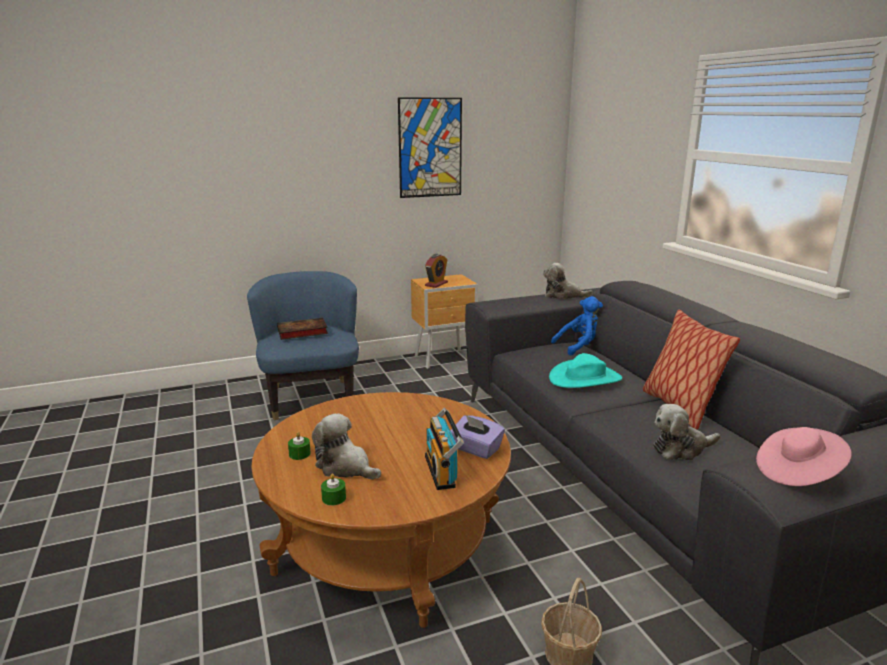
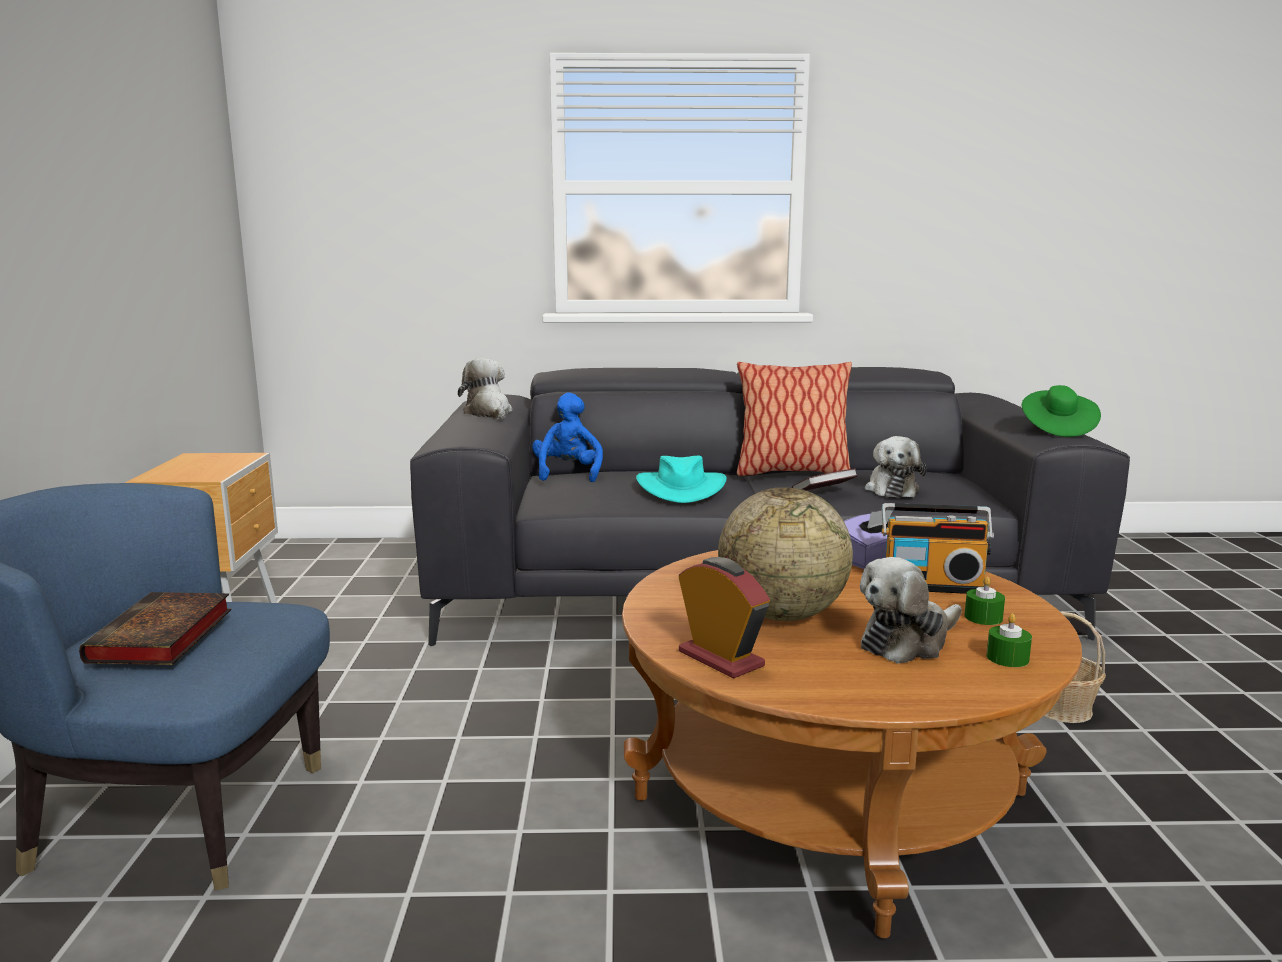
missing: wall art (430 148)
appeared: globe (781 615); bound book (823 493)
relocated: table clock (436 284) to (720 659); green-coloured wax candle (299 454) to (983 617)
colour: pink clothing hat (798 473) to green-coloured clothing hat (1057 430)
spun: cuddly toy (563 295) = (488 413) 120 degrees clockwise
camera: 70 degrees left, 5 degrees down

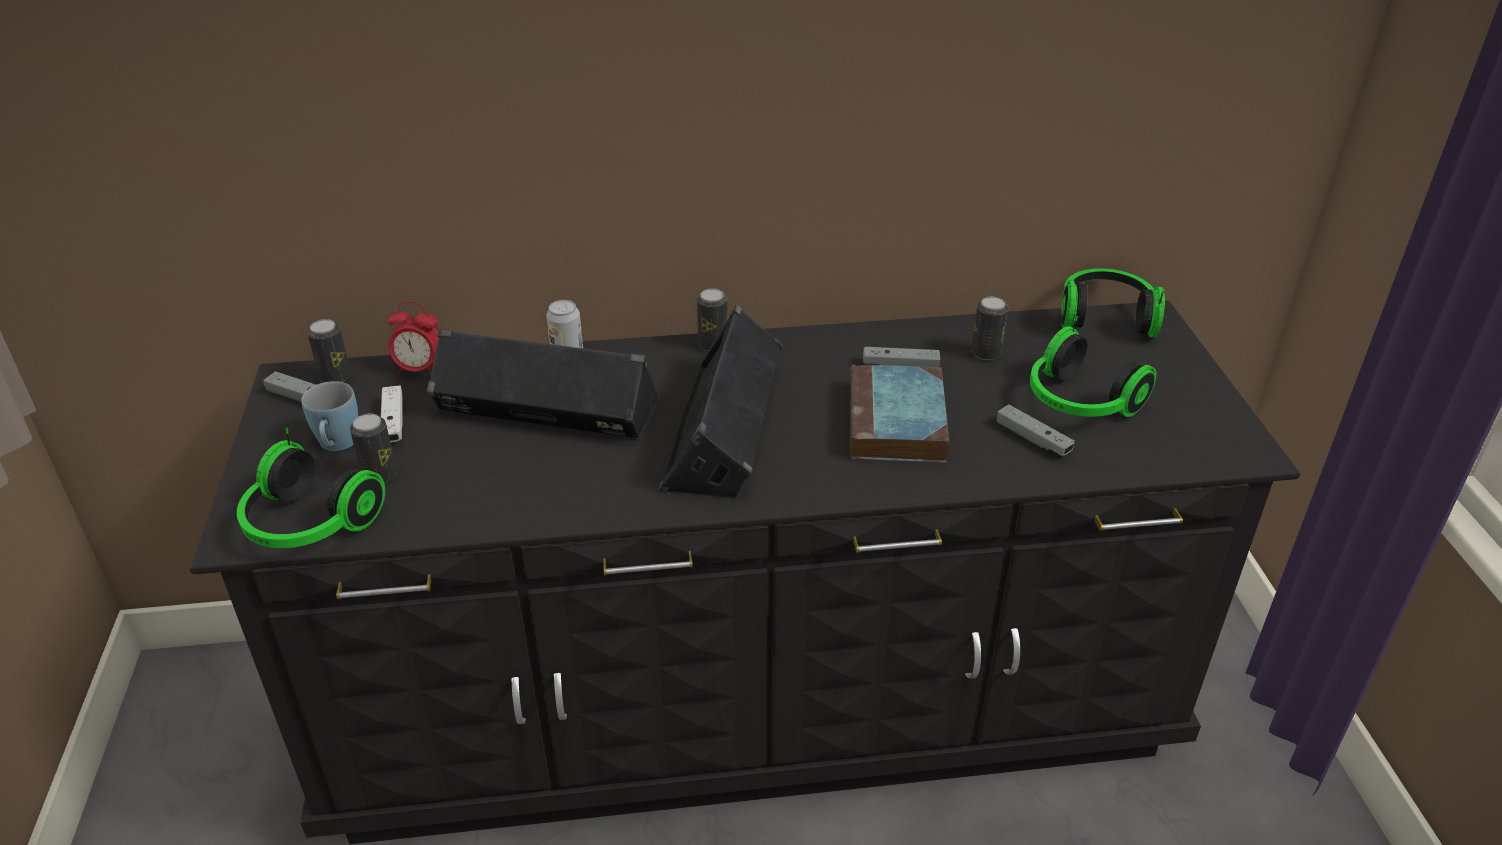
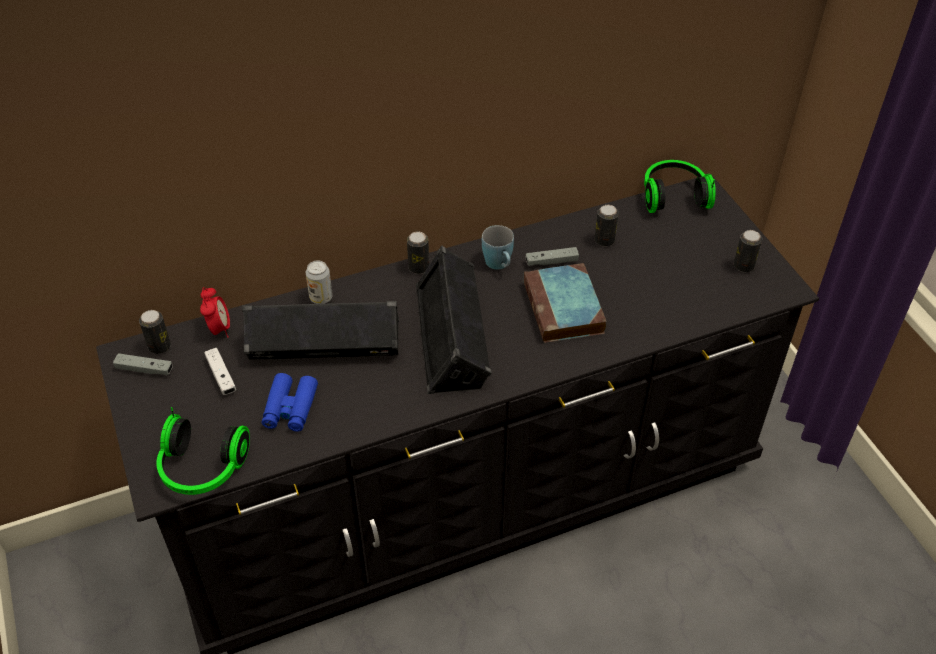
missing: greyish game controller (1033 439); headset (1078 403)
appeared: bluish binoculars (290 408)
relocated: bluish mug (337 446) to (499 265); can (380 475) to (743 266)
spun: table clock (420 370) = (219 329) 90 degrees counterclockwise
camera: 15 degrees left, 10 degrees up

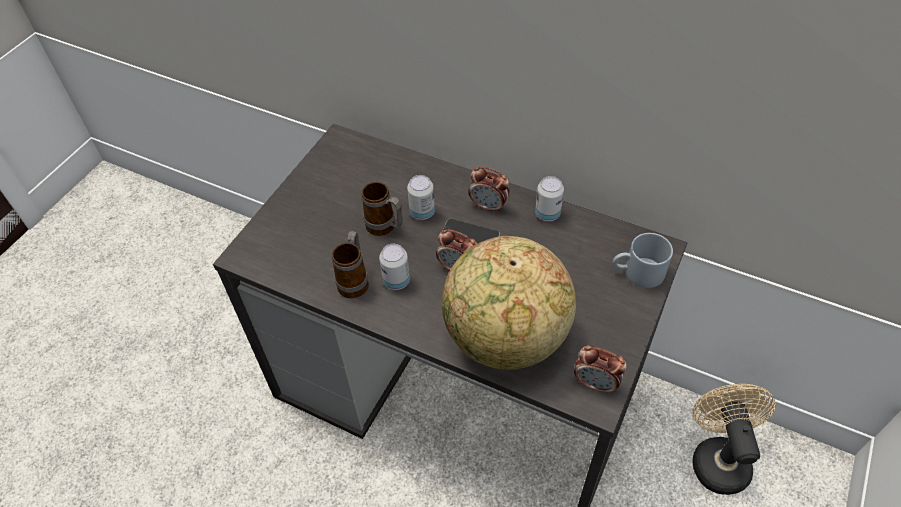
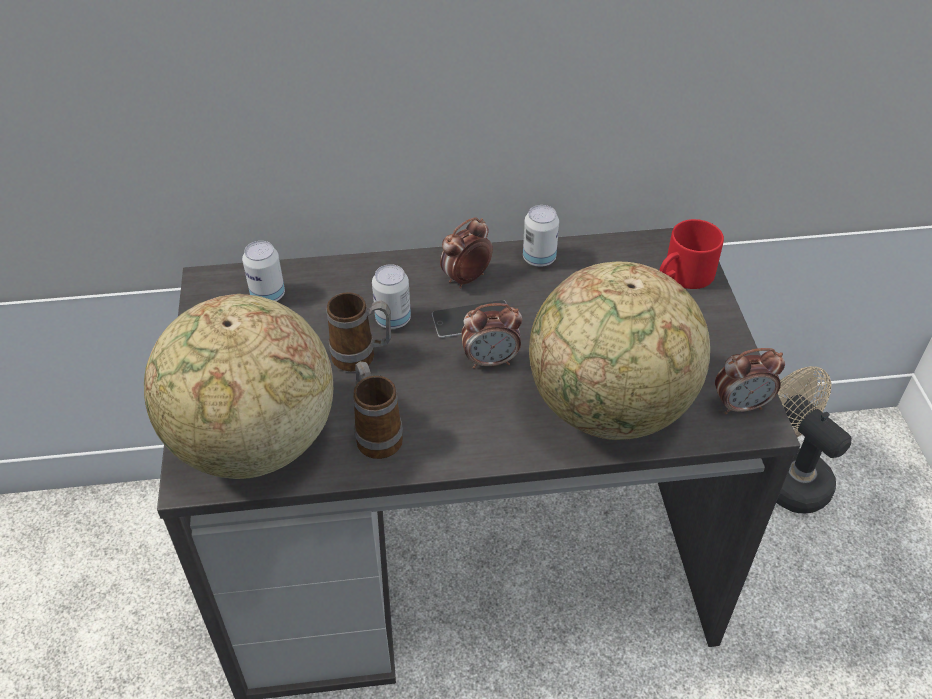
appeared: globe (253 443)
relocated: can (396 281) to (268 295)
colour: greyish mug (637 273) to red-coloured mug (683 276)
spun: table clock (488 206) = (466 279) 150 degrees clockwise
camera: 35 degrees left, 5 degrees down

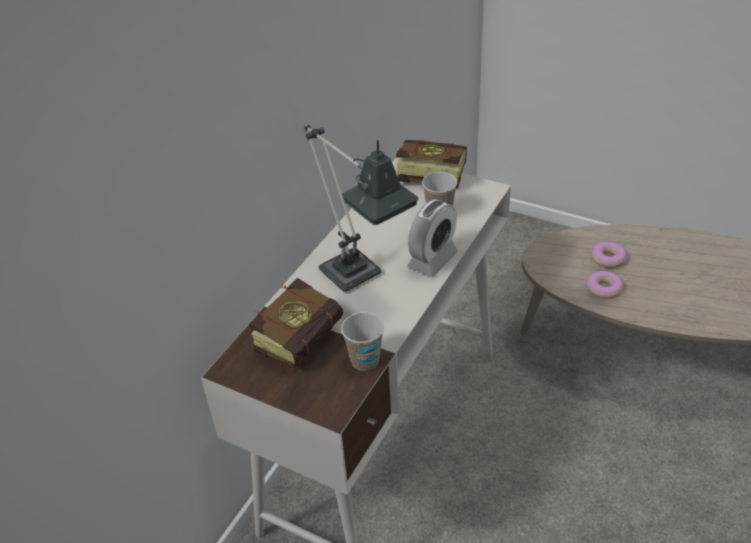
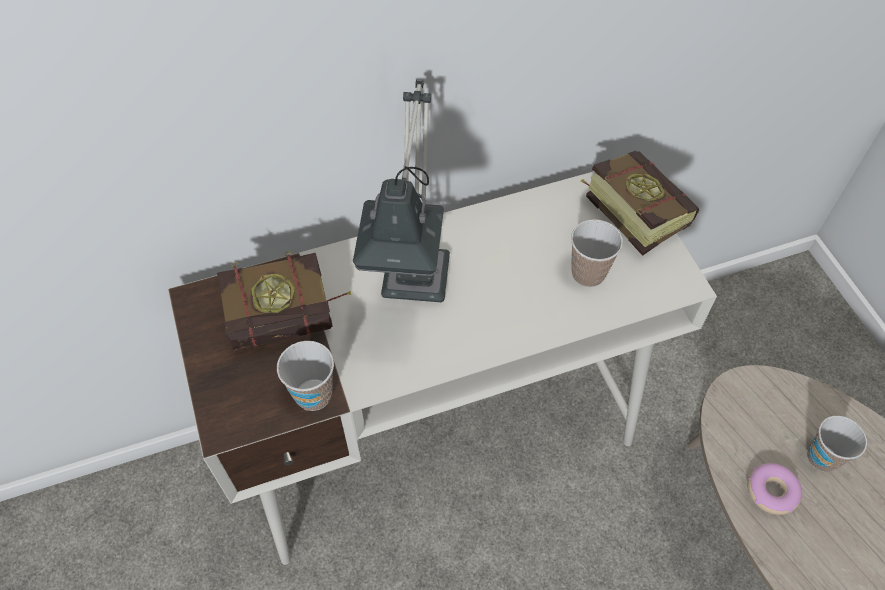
missing: table clock (432 260)
exchanged: doughnut (608 259) to small cup (822 458)
camera: 40 degrees right, 15 degrees up

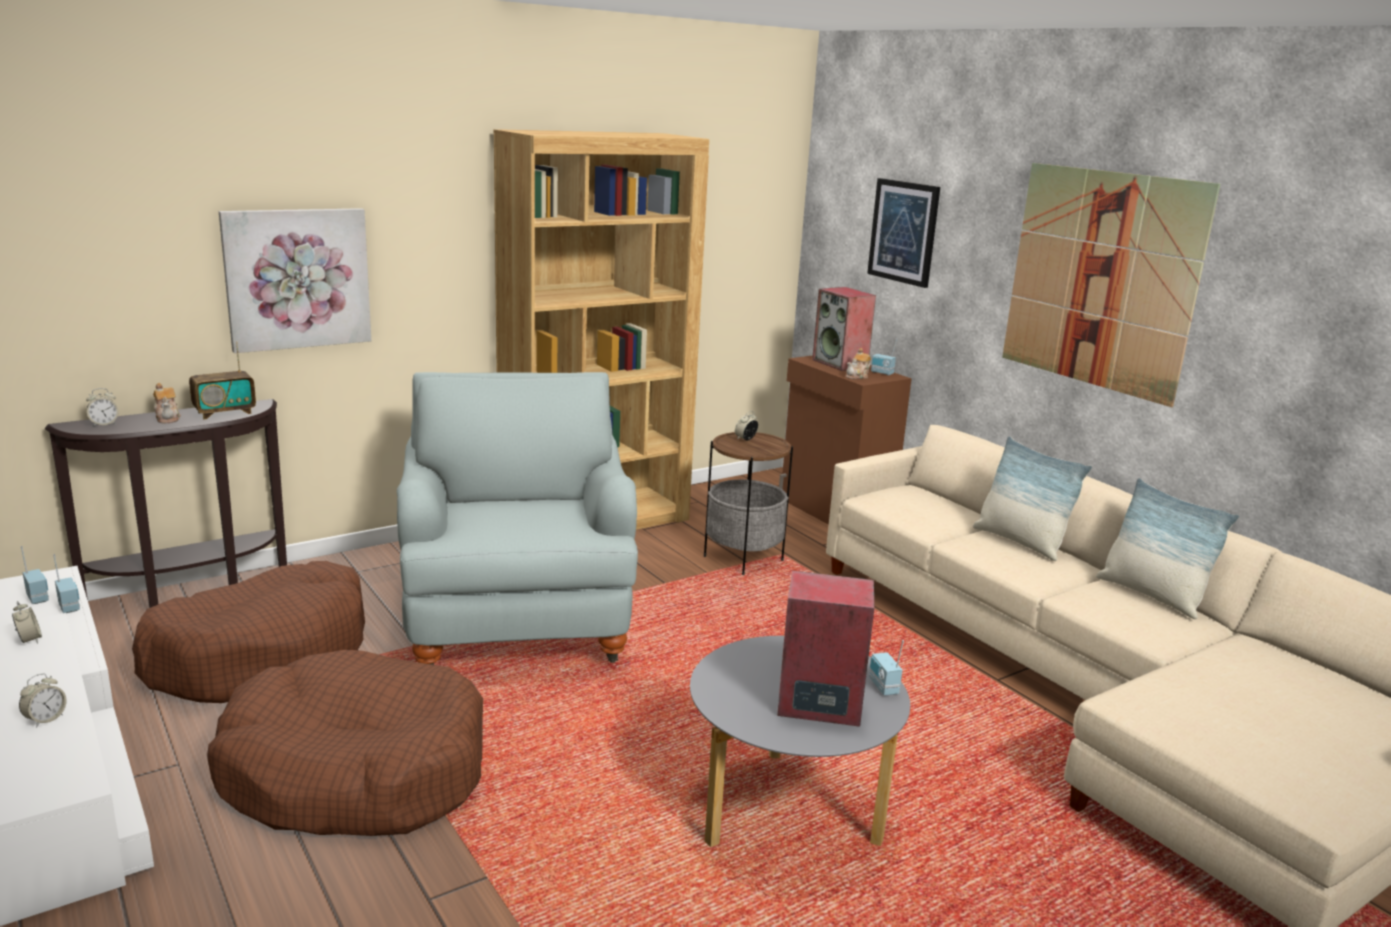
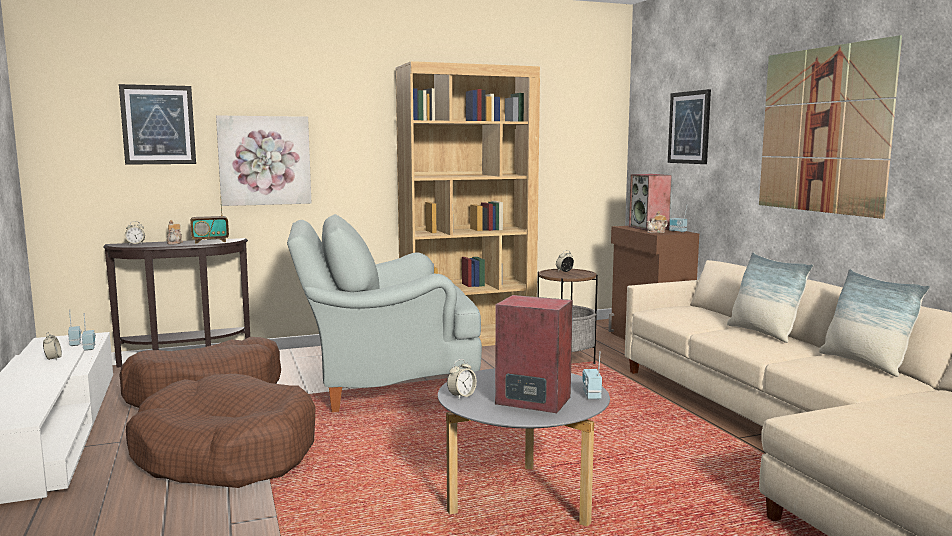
appeared: wall art (158 125)
relocated: table clock (45 719) to (461 396)
spun: greyish lounge chair (517 619) = (384 385) 105 degrees counterclockwise
camera: 15 degrees right, 10 degrees down

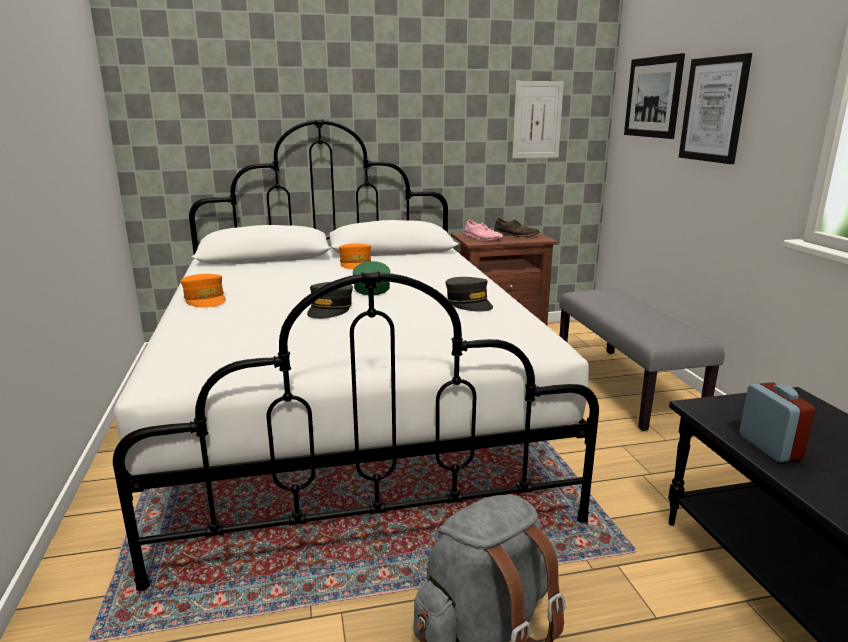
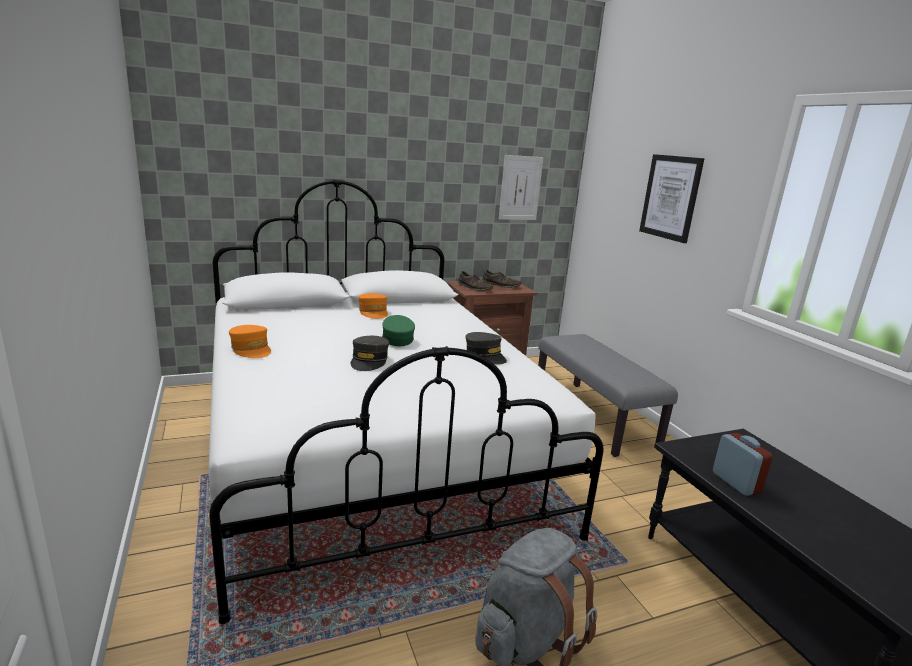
missing: wall art (653 97)
colour: pink item of footwear (482 238) to brown-coloured item of footwear (474 287)
camera: 10 degrees left, 0 degrees up

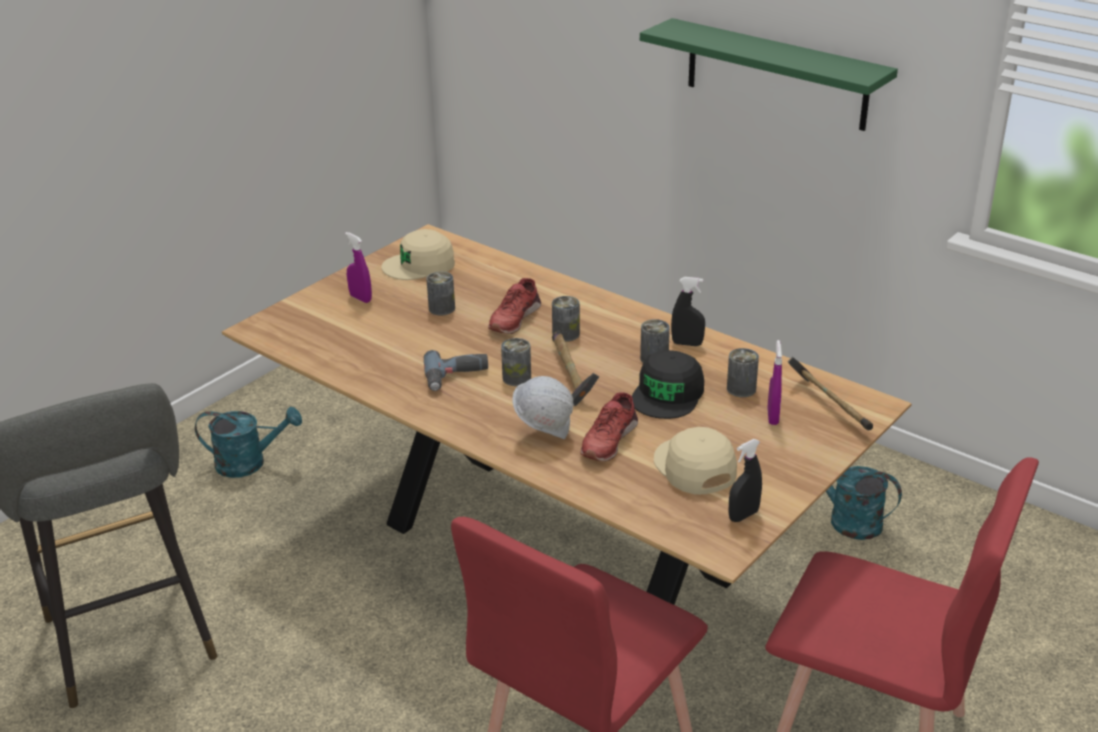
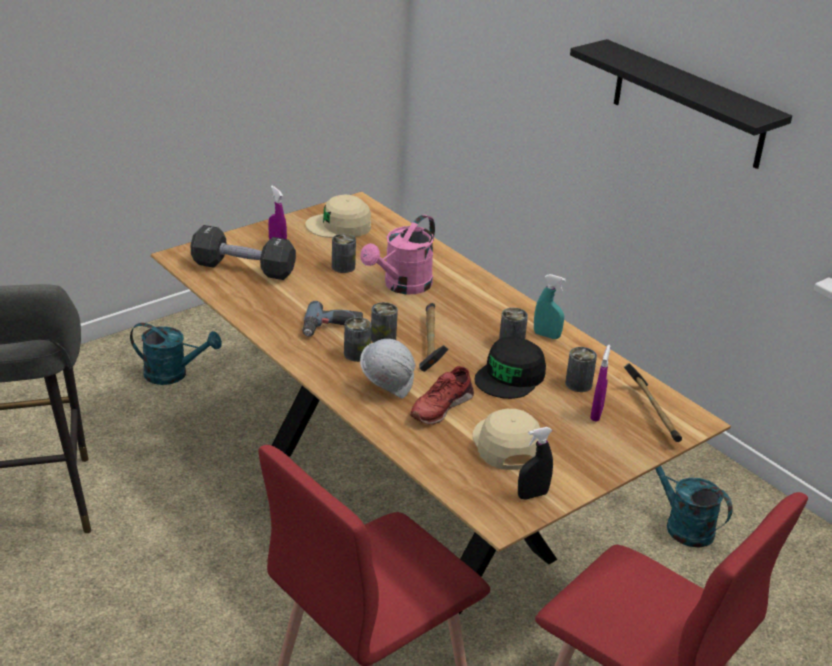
appeared: blackish hand weight (243 268)
relocated: can (566 334) to (357 354)
exchanged: red-coloured item of footwear (514 318) to pink sprinkling can (402 286)
colour: blackish sprayer (687 344) to turquoise-coloured sprayer (546 335); green-coloured wall shelf (776 74) to blackish wall shelf (688 104)
camera: 10 degrees right, 0 degrees up

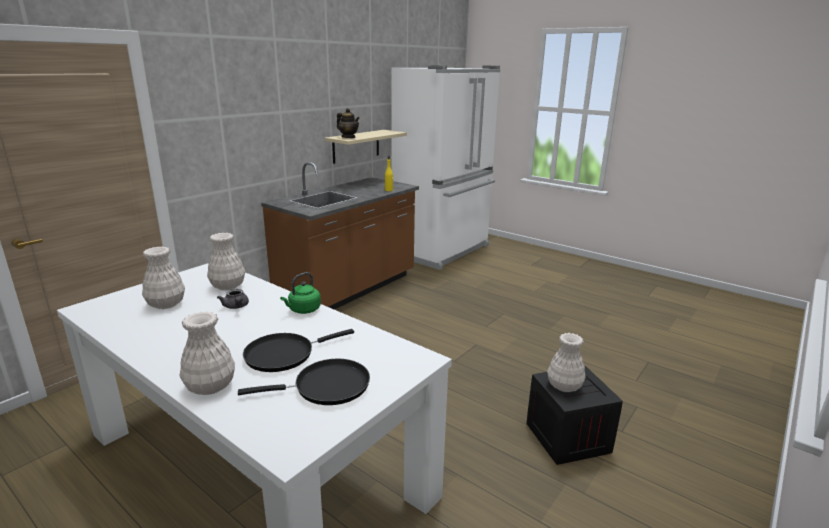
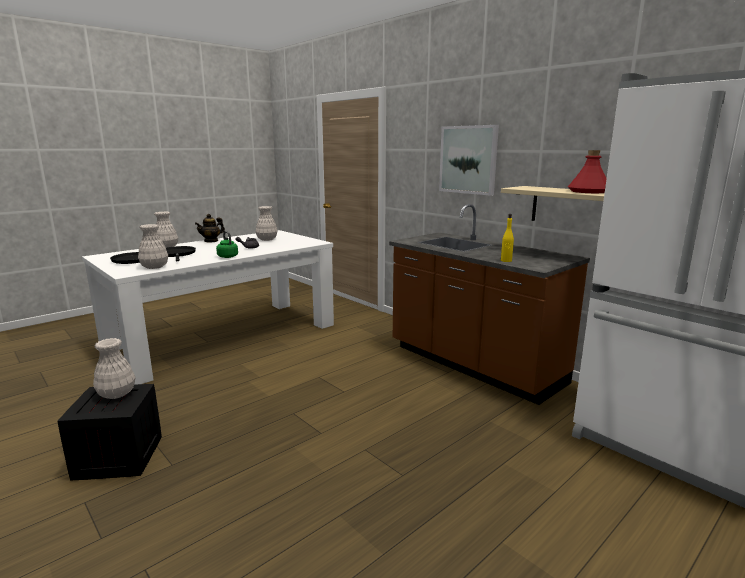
appeared: wall art (468 159); red-coloured bottle (588 191)
relocated: white-coloured vase (227 286) to (154 267); tea pot (348 137) to (211 241)
camera: 100 degrees right, 5 degrees down

